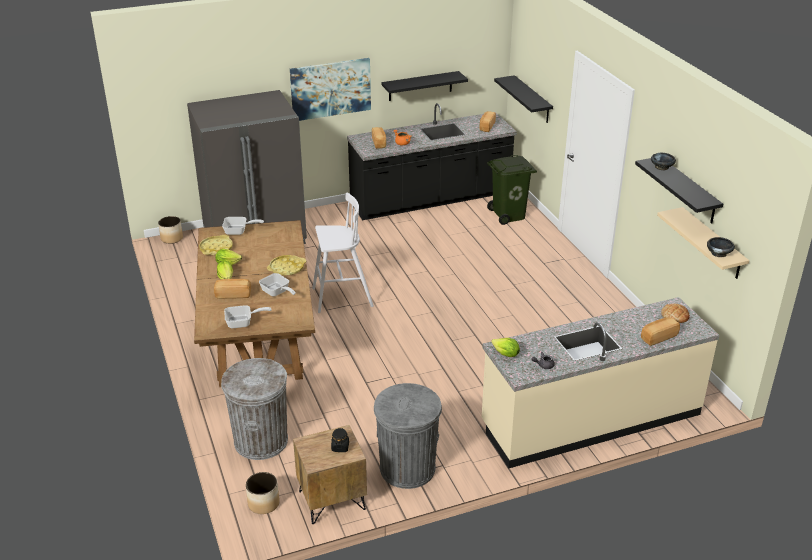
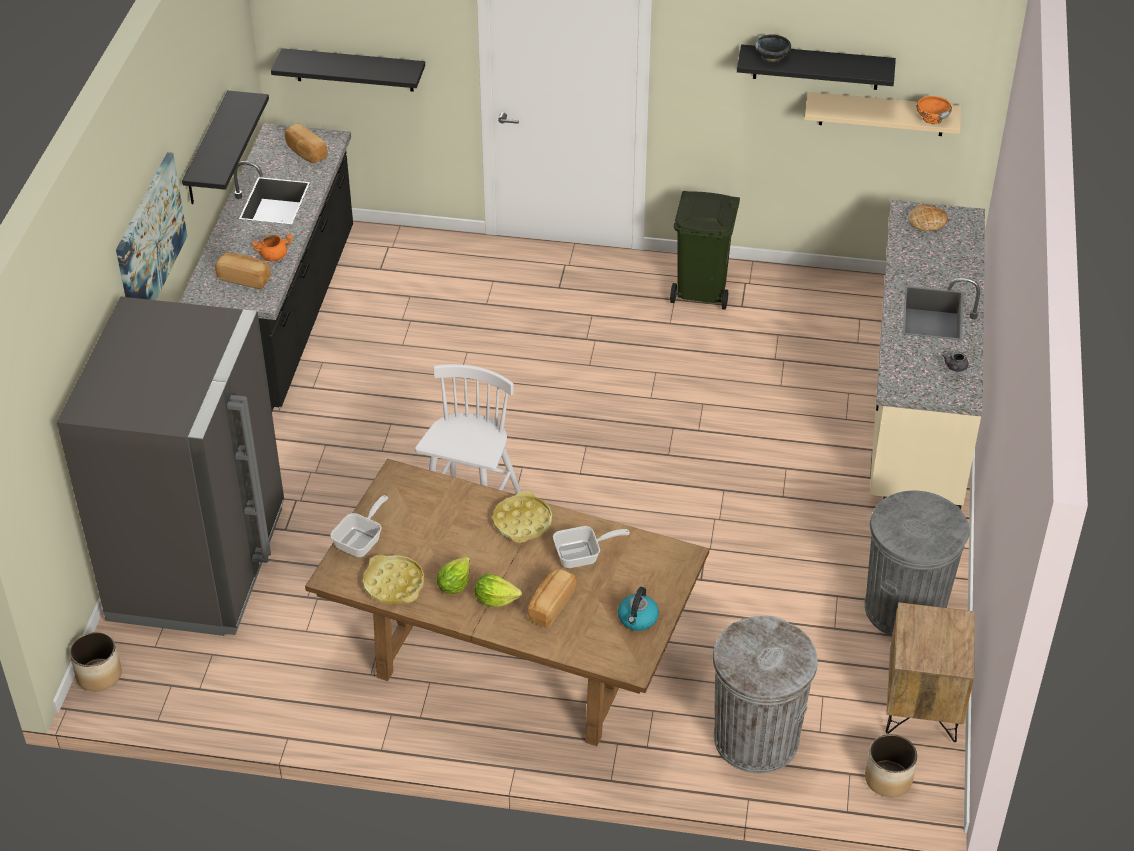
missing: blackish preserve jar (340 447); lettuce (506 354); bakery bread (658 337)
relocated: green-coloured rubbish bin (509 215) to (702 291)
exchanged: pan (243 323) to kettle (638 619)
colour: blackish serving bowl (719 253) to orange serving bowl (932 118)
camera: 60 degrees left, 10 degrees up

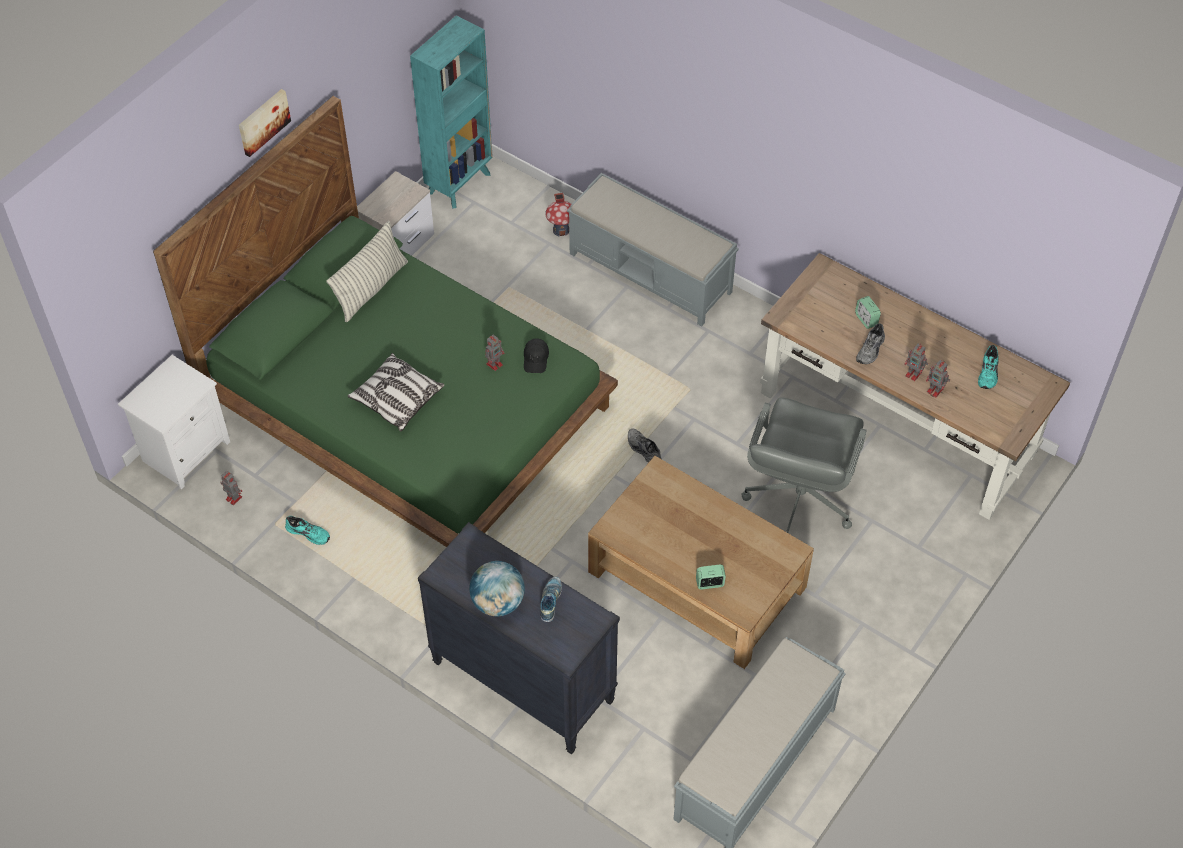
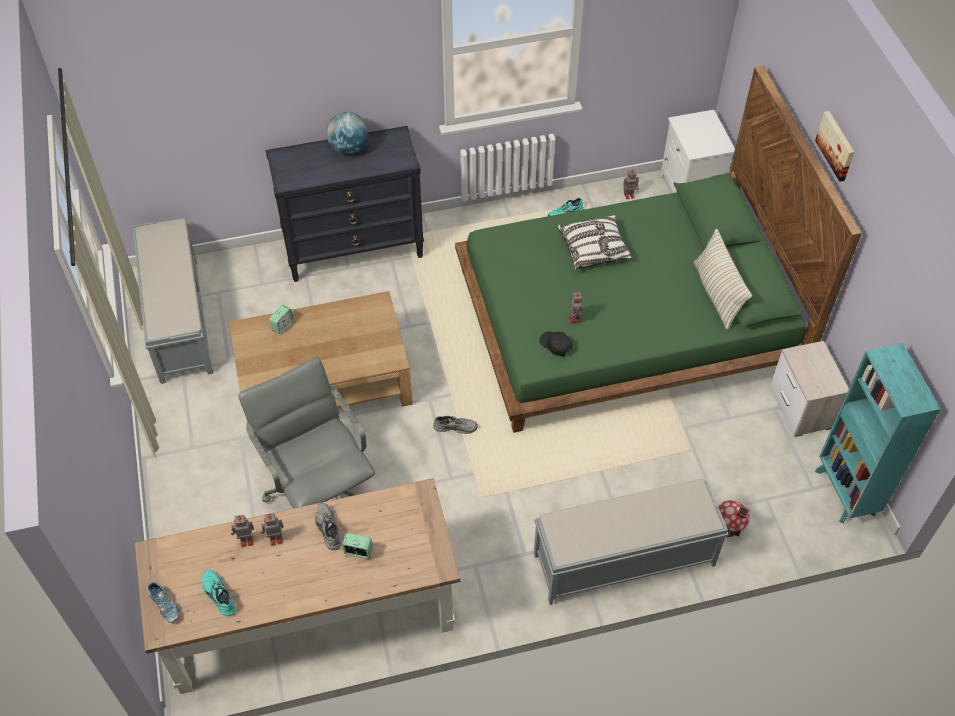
relocated: item of footwear (550 601) to (165 606)
camera: 130 degrees right, 0 degrees up

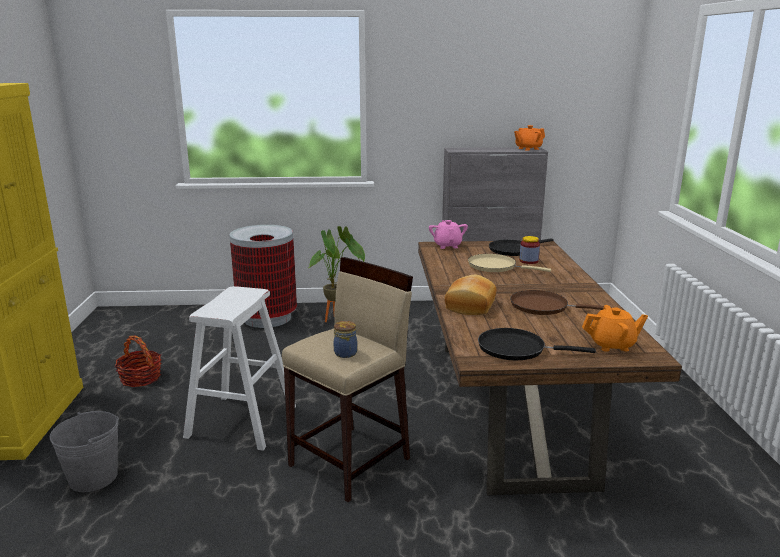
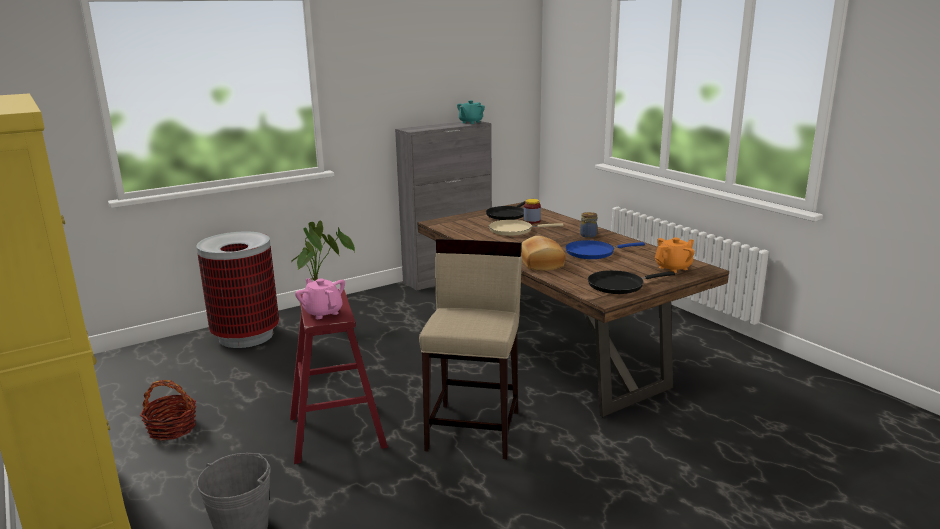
relocated: pink tea pot (447 245) to (323 312); preserve jar (346 353) to (587 235)
colour: white-coloured sitting stool (242 421) to red-coloured sitting stool (337 432); orange tea pot (528 149) to turquoise-coloured tea pot (470 122); brown-coloured pan (543 307) to bluish pan (593 252)
camera: 30 degrees left, 0 degrees up

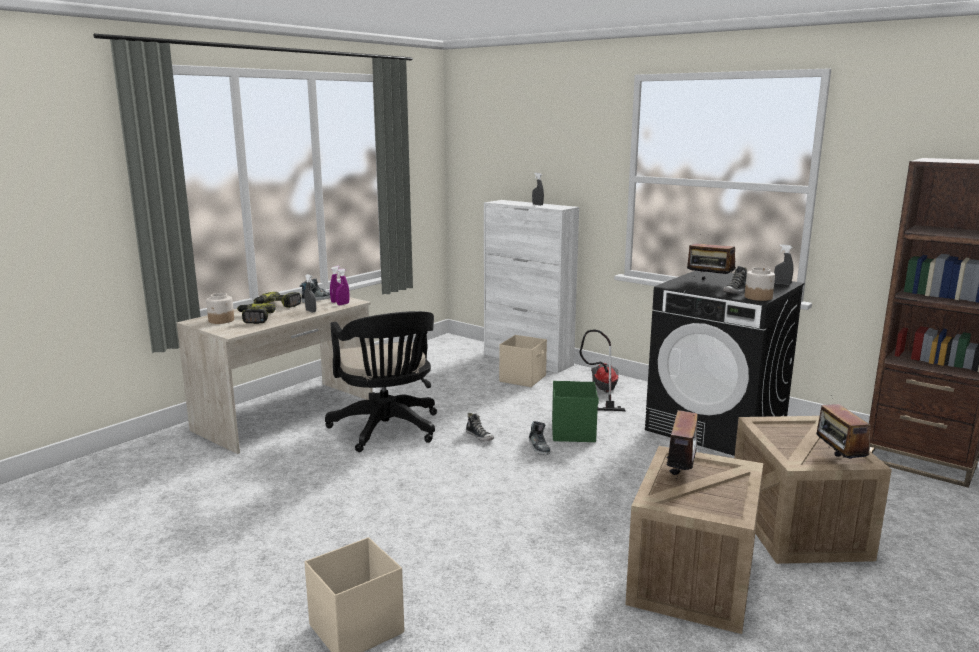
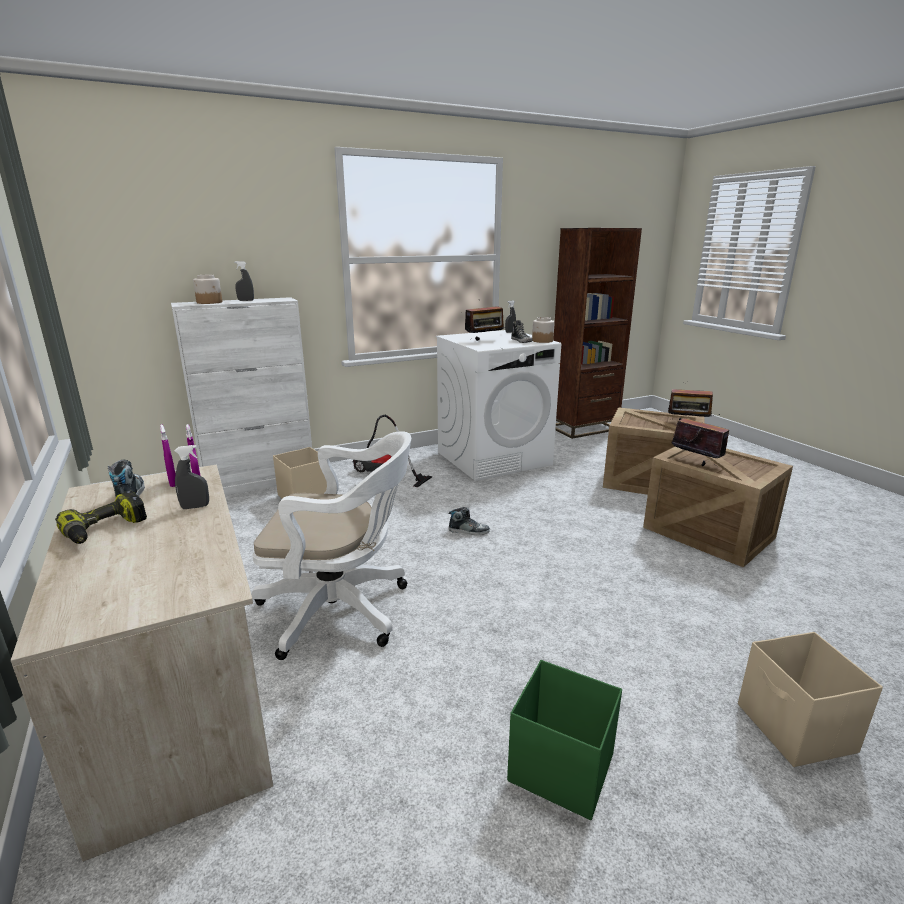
missing: electric drill (254 318); item of footwear (480 437)
relocated: preserve jar (221 320) to (210 302); green-coloured storage bin (573 432) to (559 767)
colour: blackish computer chair (387 430) to white-coloured computer chair (342 610); blackish laundry machine (717 428) to white-coloured laundry machine (494 458)
camera: 65 degrees left, 5 degrees up

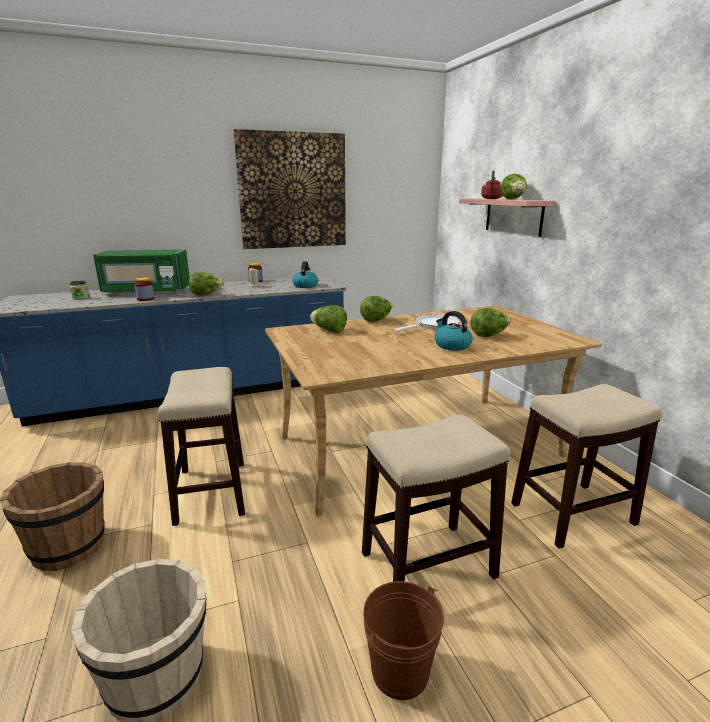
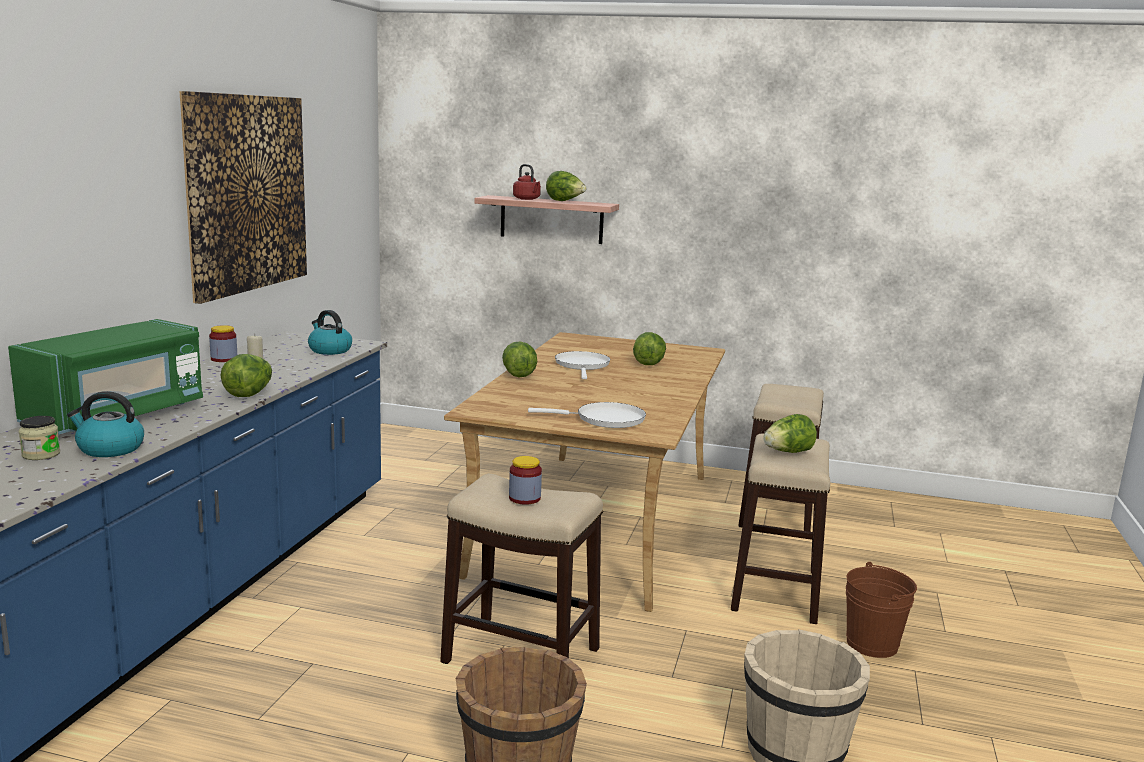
appeared: white-coloured pan (605 419)
relocated: kettle (451 345) to (109 449); preserve jar (145 299) to (524 498); lettuce (329 330) to (787 452)
camera: 55 degrees left, 5 degrees down

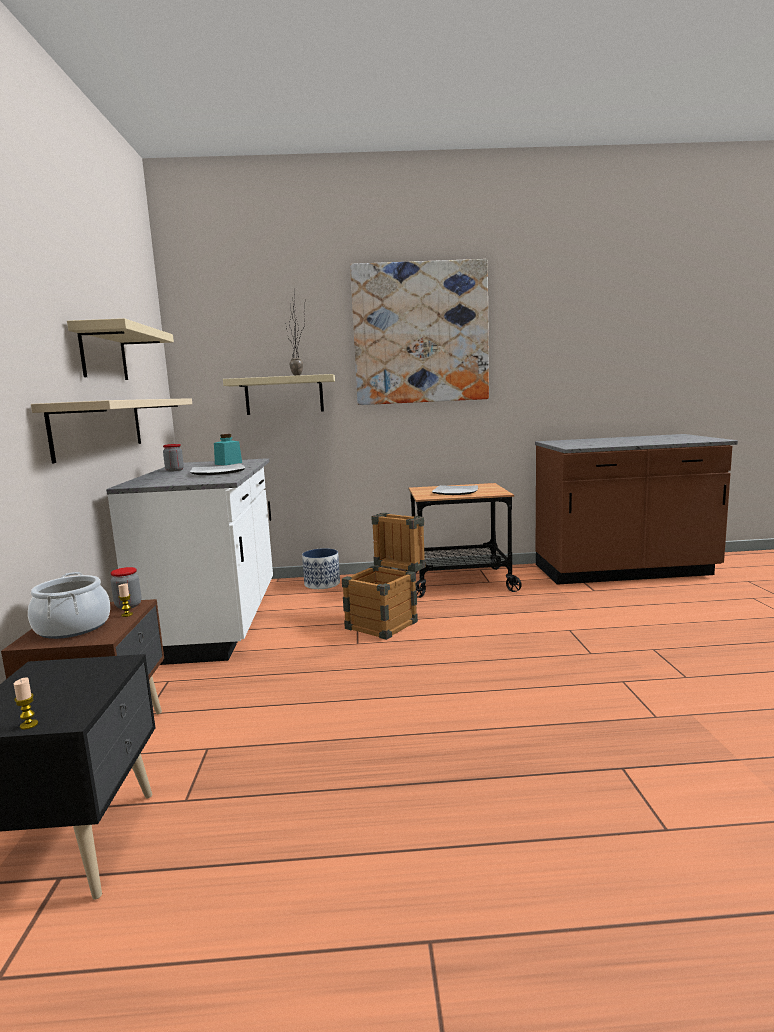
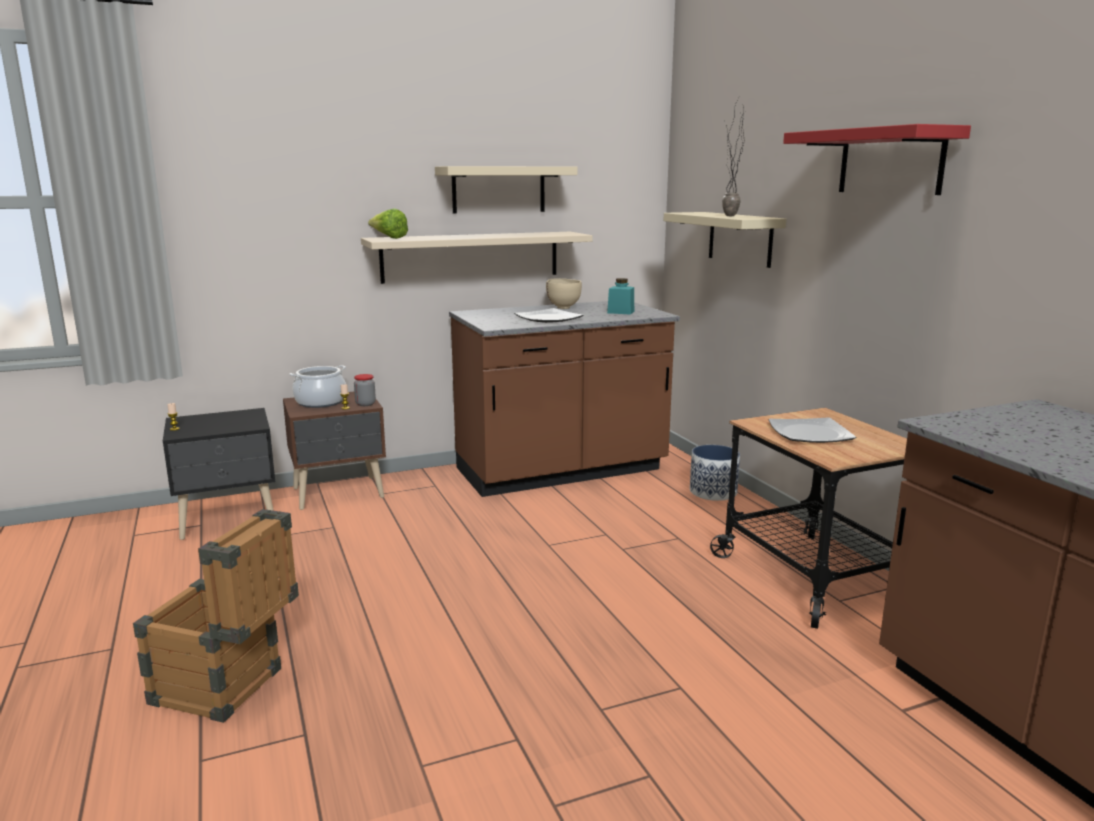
appeared: lettuce (388 238)
relocated: crate (387 622) to (229 690)
exchanged: preserve jar (174 470) to beige-coloured serving bowl (562 307); wall art (420 333) to red-coloured wall shelf (890 162)
colour: white-coloured counter (217 623) to brown-coloured counter (561 471)
camera: 70 degrees right, 5 degrees up

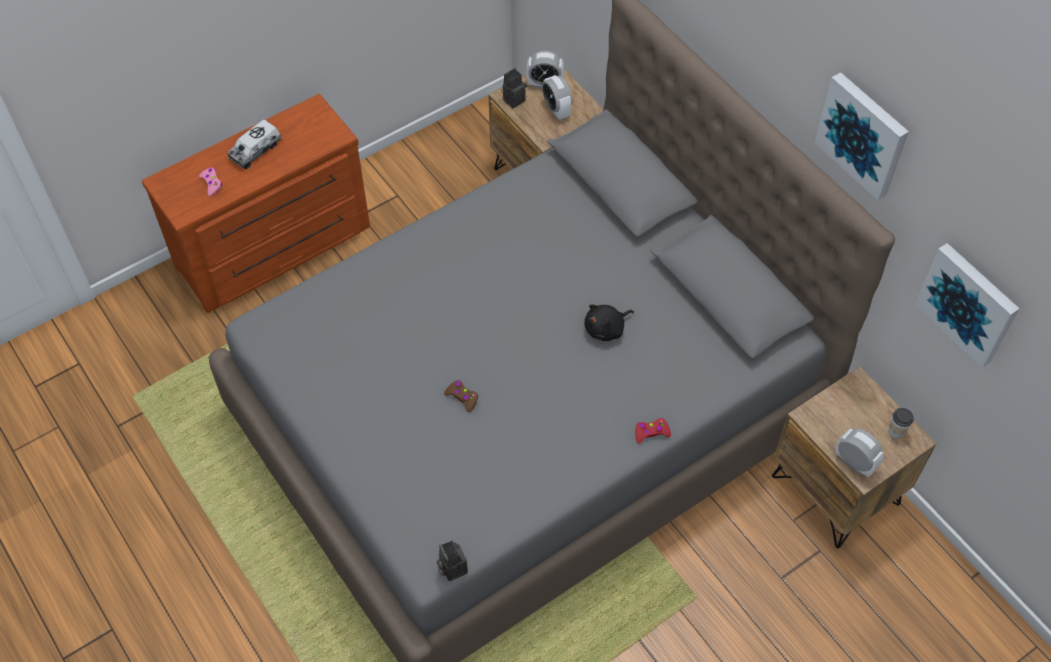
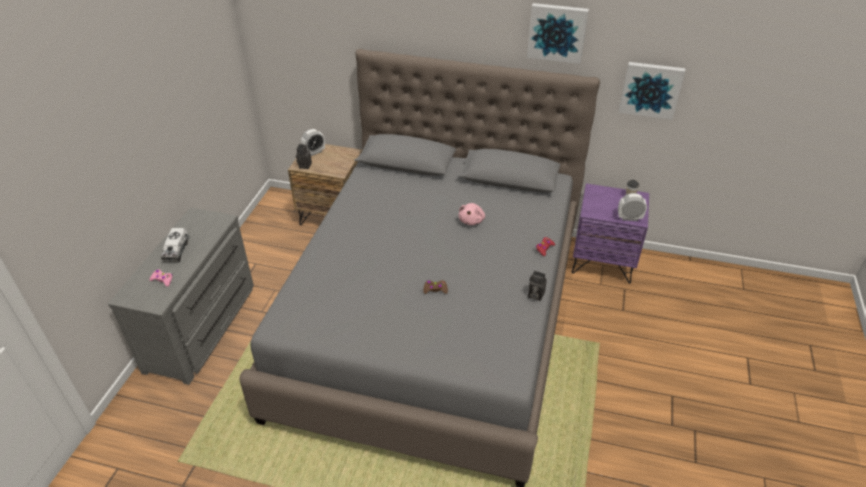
missing: table clock (556 110)
relocated: photo camera (451 568) to (534 295)
colour: brown-coloured drawer chest (276 249) to greyish drawer chest (204 327); blackish cuddly toy (606 329) to pink cuddly toy (471 220); brown-coloured bedside table (836 489) to purple bedside table (602 261)
camera: 40 degrees left, 15 degrees down

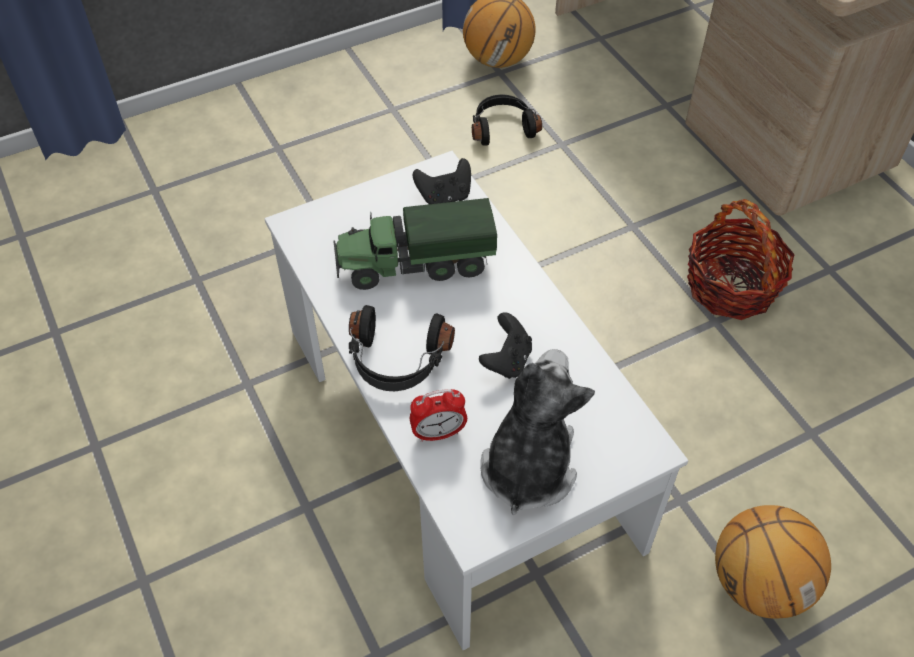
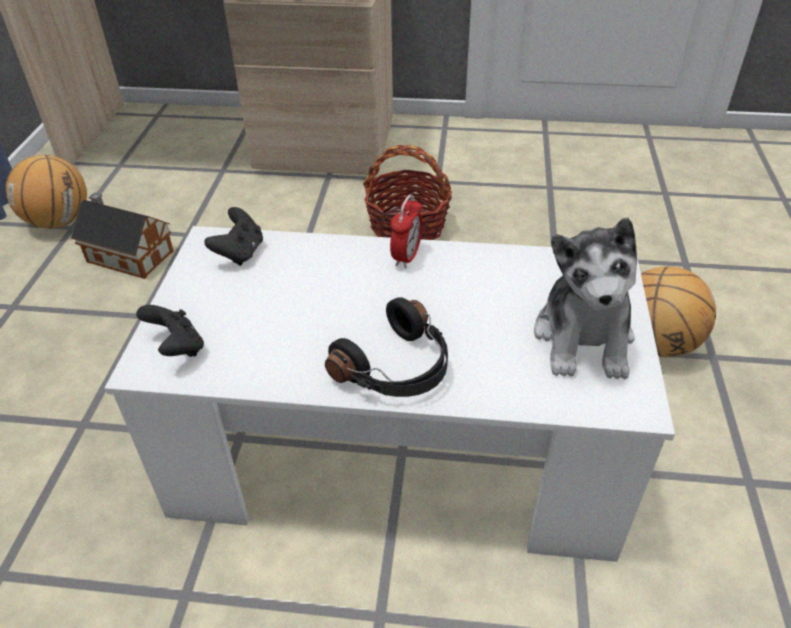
missing: model truck (414 264)
relocated: blackish game controller (507 360) to (177 348); table clock (438 433) to (406 257)
exchanged: blackish headset (502 127) to model house (128 255)
spun: cuddly toy (528 466) = (584 338) 135 degrees counterclockwise
camera: 55 degrees left, 10 degrees down

